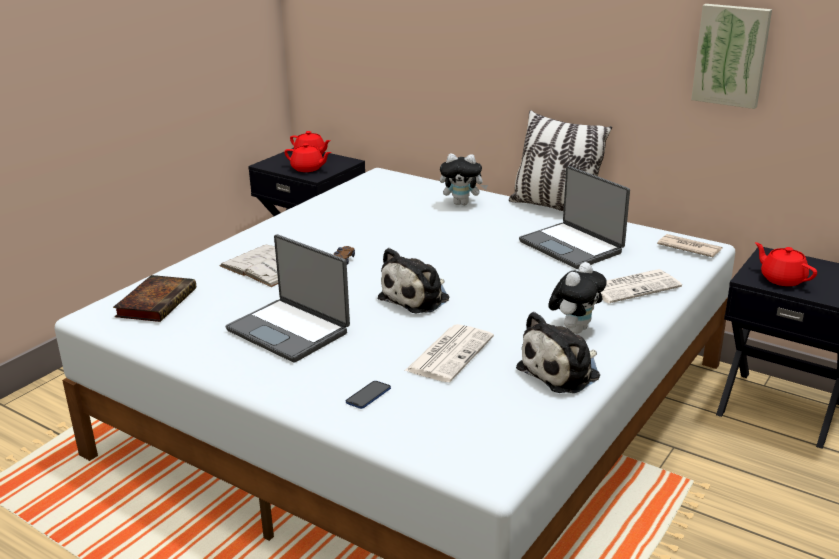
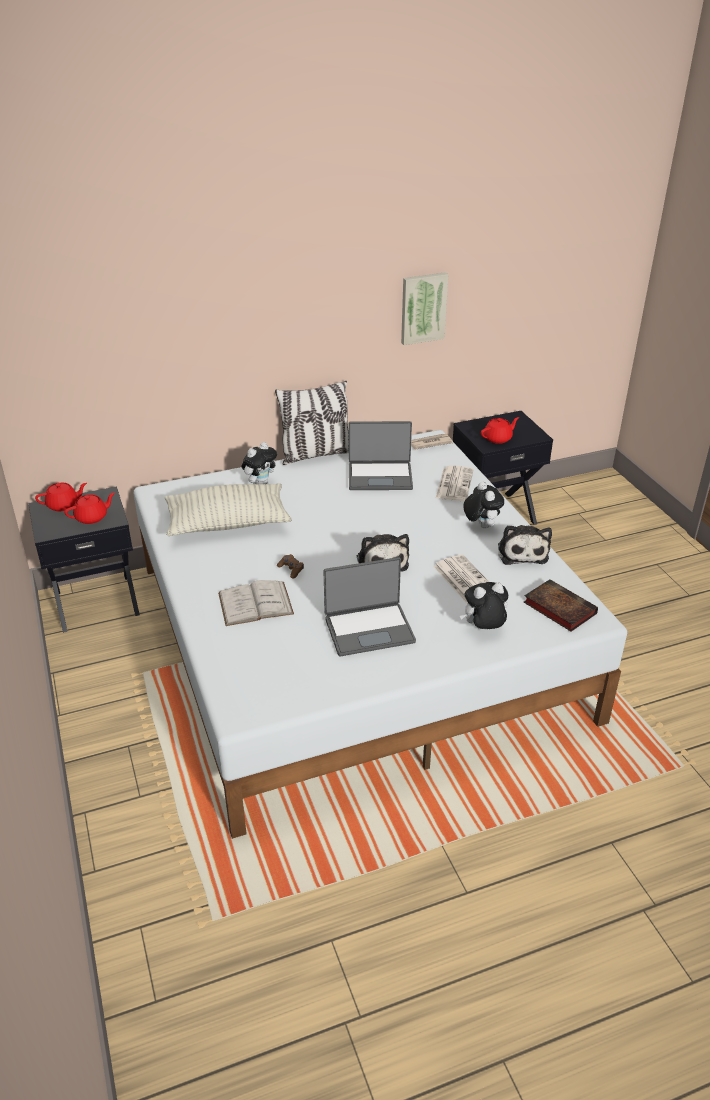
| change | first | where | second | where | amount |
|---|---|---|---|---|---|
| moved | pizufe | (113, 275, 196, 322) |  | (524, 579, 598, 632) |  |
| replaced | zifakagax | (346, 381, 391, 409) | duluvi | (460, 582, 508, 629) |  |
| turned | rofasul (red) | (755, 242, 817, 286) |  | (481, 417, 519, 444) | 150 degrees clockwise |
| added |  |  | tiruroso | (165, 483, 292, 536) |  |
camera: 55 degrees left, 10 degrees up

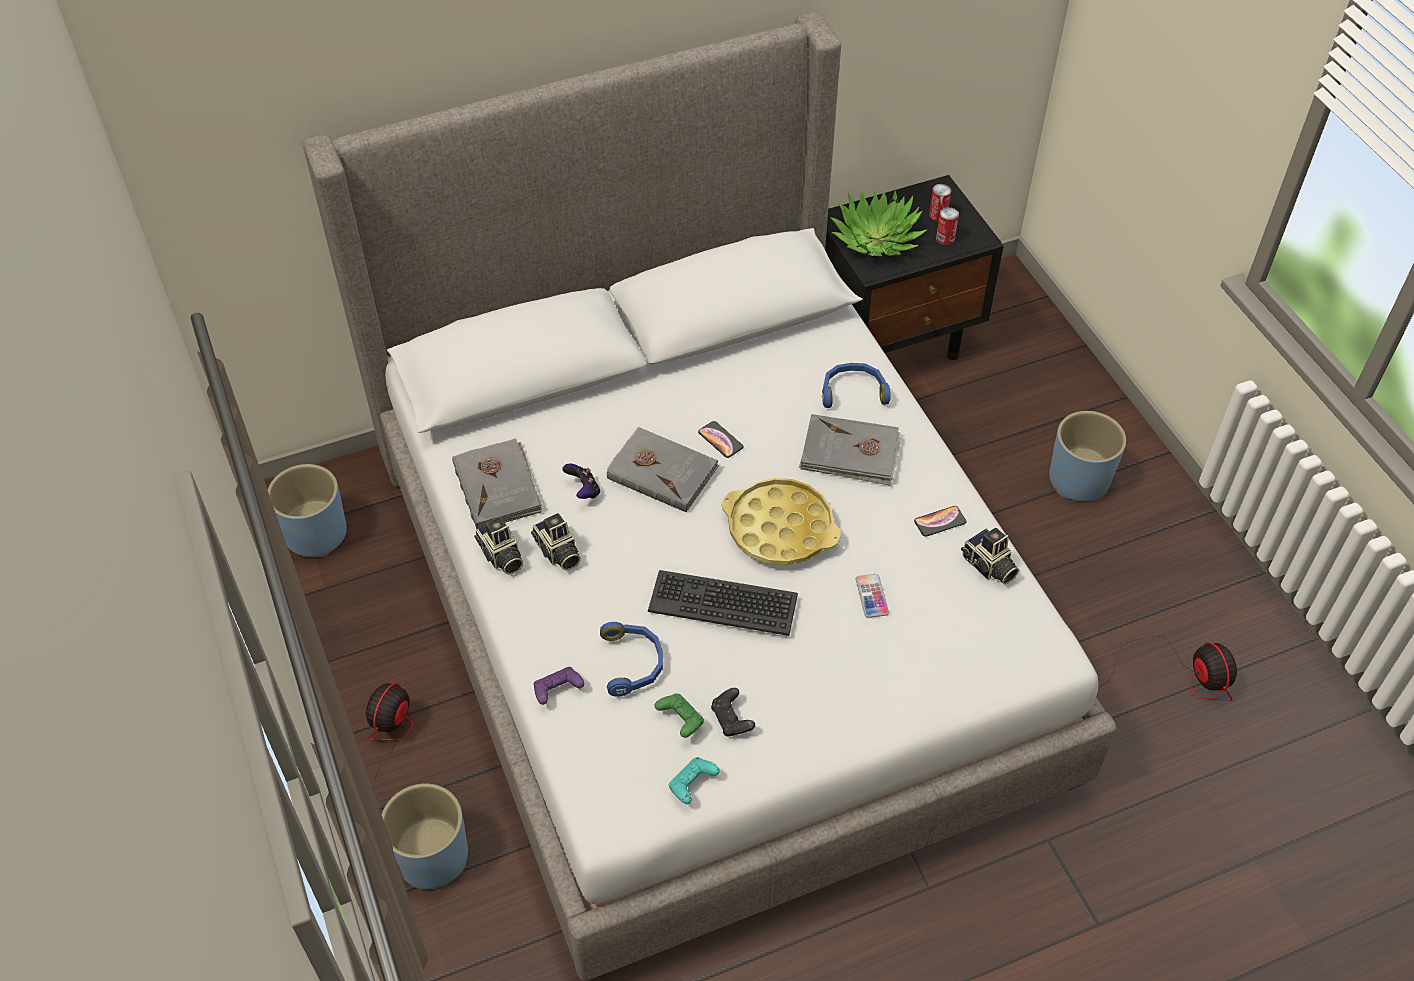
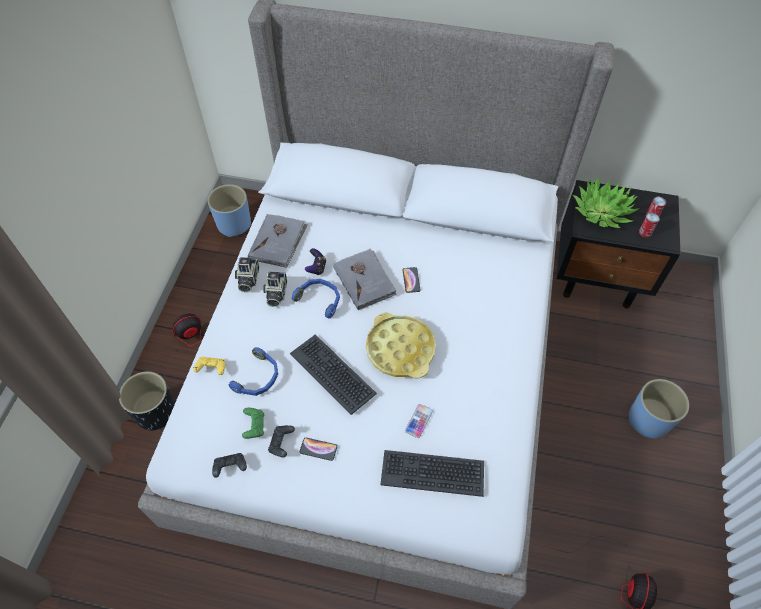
| change | first | where | second | where | amount |
|---|---|---|---|---|---|
| recoloured | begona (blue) | (382, 783, 468, 889) | begona (black) | (119, 371, 175, 430) |  |
| recoloured | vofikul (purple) | (534, 667, 584, 705) | vofikul (yellow) | (193, 357, 225, 375) |  |
| recoloured | vofikul (turquoise) | (669, 757, 720, 804) | vofikul (black) | (212, 453, 247, 477) |  |
| removed | pizufe (grey) | (799, 414, 901, 486) |  |  |  |
| moved | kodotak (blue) | (822, 363, 891, 408) |  | (292, 279, 340, 318) |  |
| moved | zifakagax | (914, 506, 966, 537) |  | (300, 438, 337, 461) |  |
| removed | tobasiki | (961, 527, 1019, 585) |  |  |  |
| added |  |  | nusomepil | (380, 450, 484, 497) |  |
camera: 35 degrees right, 5 degrees up

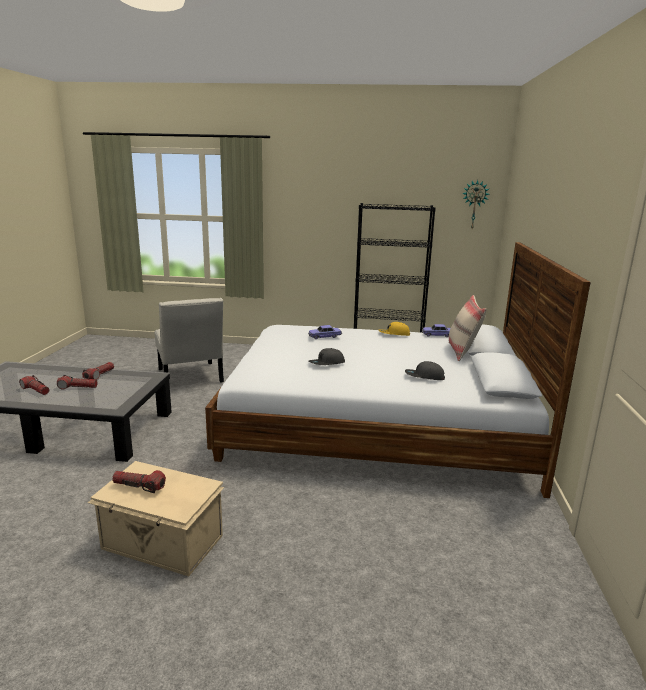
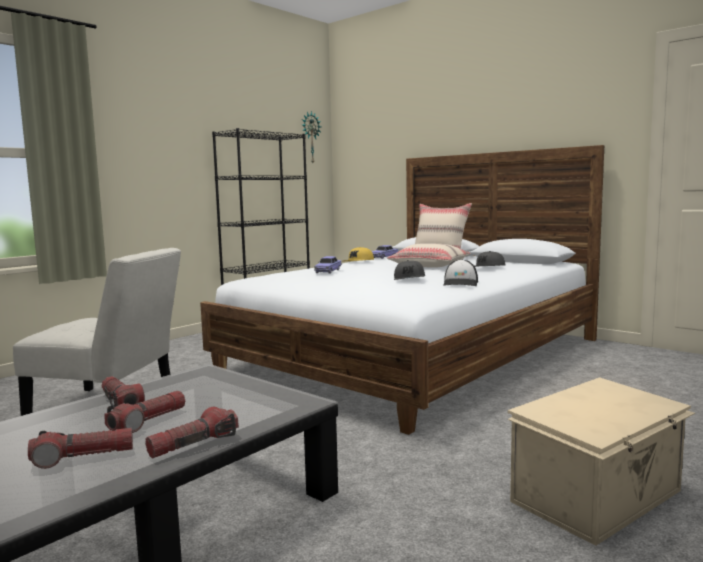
| change | first | where | second | where | amount |
|---|---|---|---|---|---|
| moved | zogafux | (112, 470, 166, 493) |  | (145, 407, 239, 458) |  |
| added |  |  | tiruroso (beige) | (387, 243, 471, 268) |  |
| added |  |  | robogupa | (443, 259, 478, 286) |  |
camera: 55 degrees left, 10 degrees down

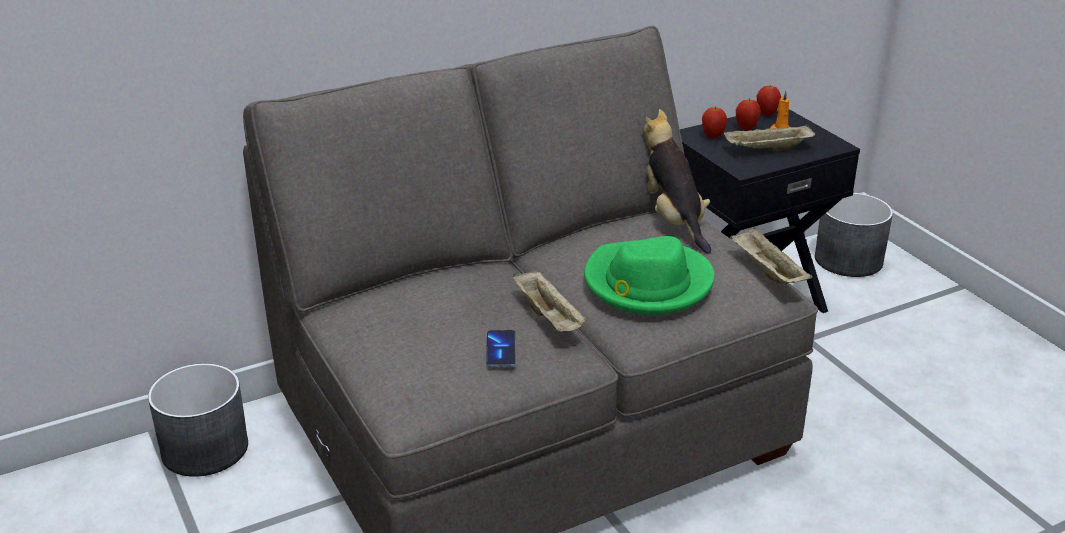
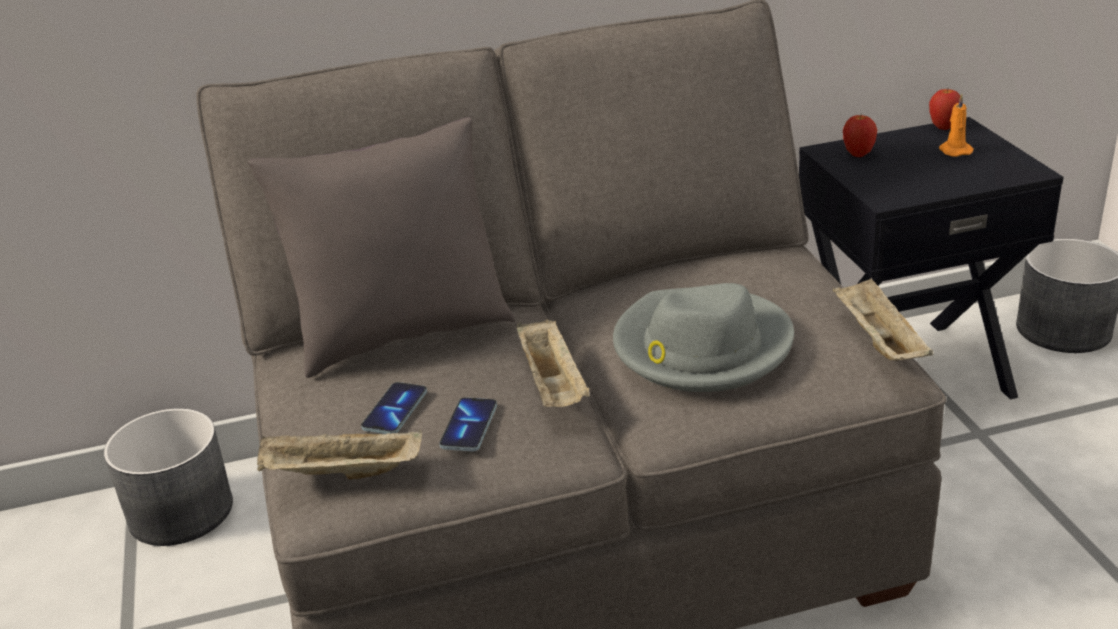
| change | first | where | second | where | amount |
|---|---|---|---|---|---|
| recoloured | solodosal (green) | (584, 236, 714, 315) | solodosal (grey) | (613, 283, 794, 392) |  |
| removed | duluvi | (644, 109, 711, 254) |  |  |  |
| moved | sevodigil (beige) | (724, 124, 815, 152) |  | (257, 430, 422, 479) |  |
| removed | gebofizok | (736, 99, 761, 130) |  |  |  |
| added |  |  | tiruroso (grey) | (248, 117, 515, 378) |  |
| added |  |  | zifakagax | (361, 382, 427, 434) |  |
camera: 15 degrees right, 0 degrees up

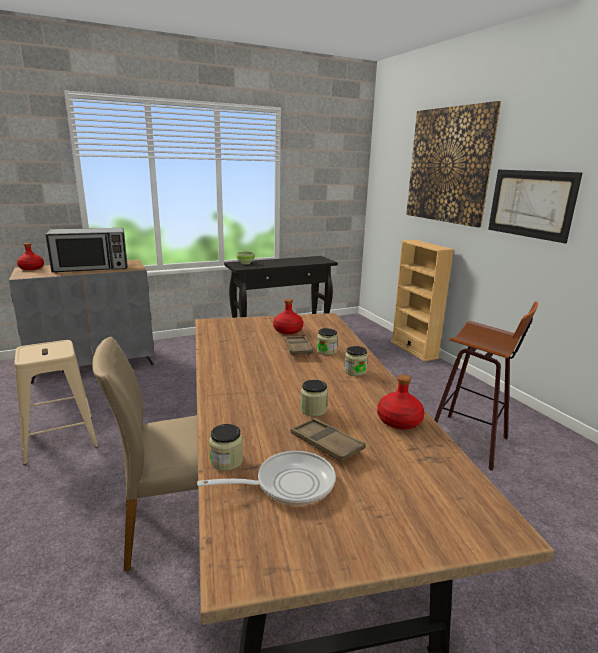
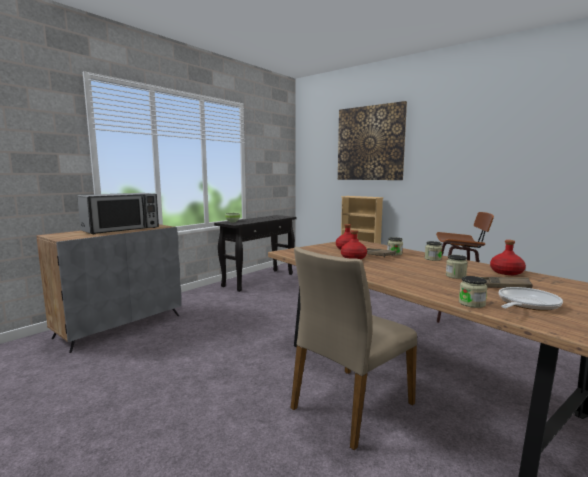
| change | first | where | second | where | amount |
|---|---|---|---|---|---|
| removed | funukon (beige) | (14, 340, 98, 465) |  |  |  |
| moved | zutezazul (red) | (17, 243, 44, 270) |  | (341, 230, 367, 259) |  |
| removed | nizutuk | (488, 170, 583, 244) |  |  |  |
camera: 25 degrees left, 10 degrees down

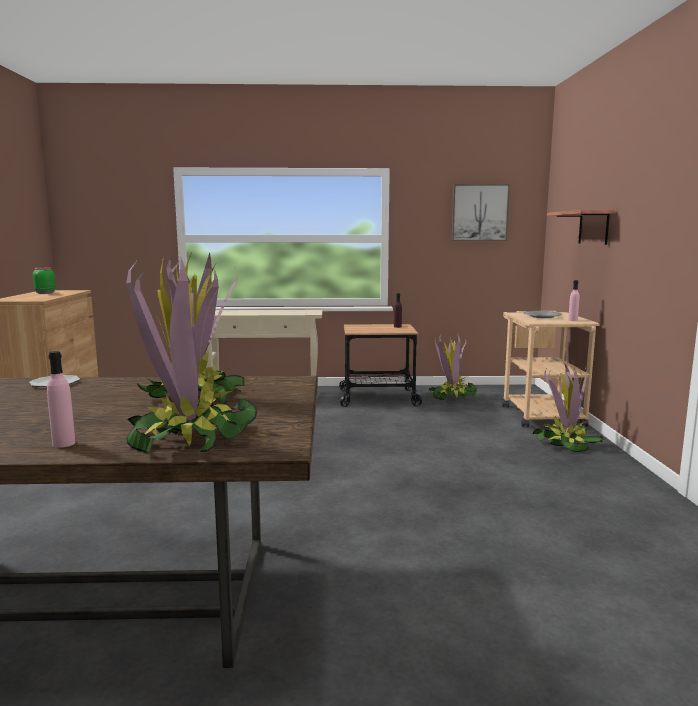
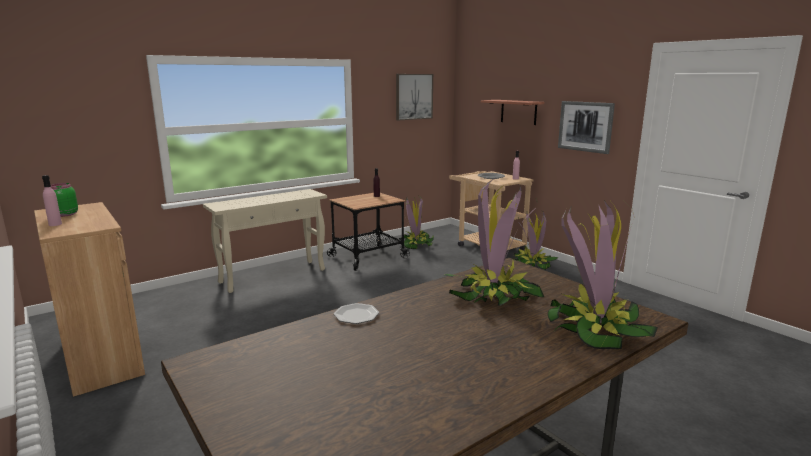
| change | first | where | second | where | amount |
|---|---|---|---|---|---|
| moved | zutezazul (pink) | (47, 351, 75, 448) |  | (42, 175, 62, 226) |  |
| added |  |  | nizutuk | (558, 101, 615, 154) |  |
camera: 35 degrees left, 5 degrees up

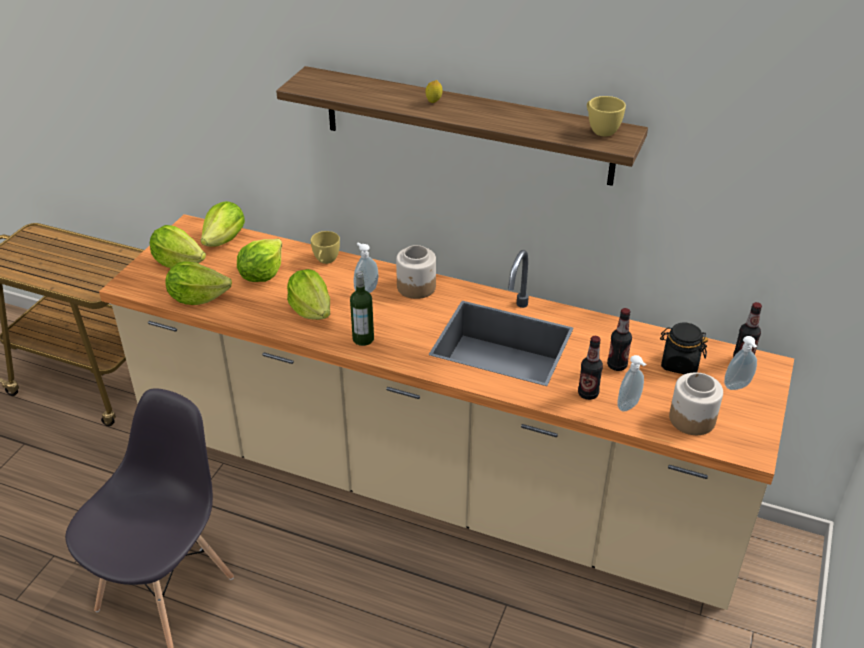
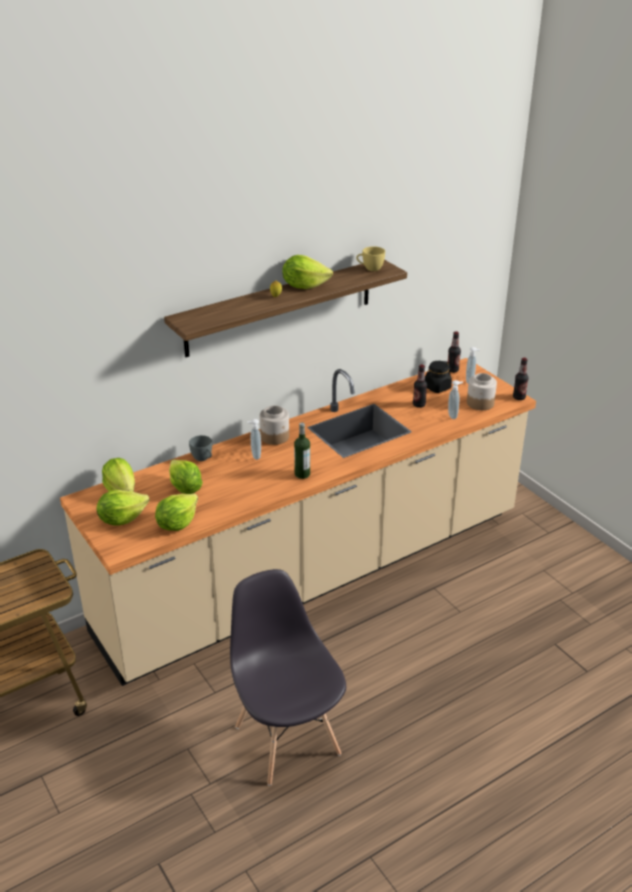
| change | first | where | second | where | amount |
|---|---|---|---|---|---|
| moved | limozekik | (287, 269, 330, 320) |  | (282, 255, 333, 289) |  |
| recoloured | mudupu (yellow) | (311, 231, 340, 264) | mudupu (grey) | (189, 435, 212, 461) |  |
| moved | zutezazul | (578, 336, 603, 400) |  | (513, 358, 529, 400) |  |
camera: 55 degrees left, 5 degrees down

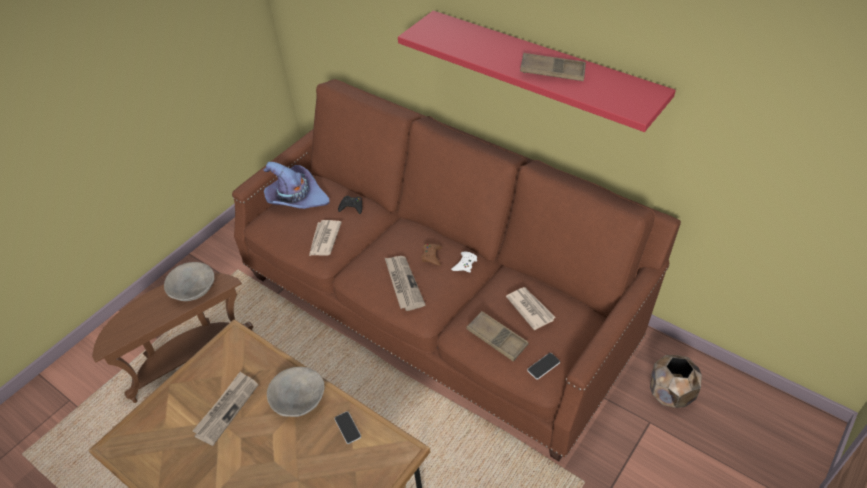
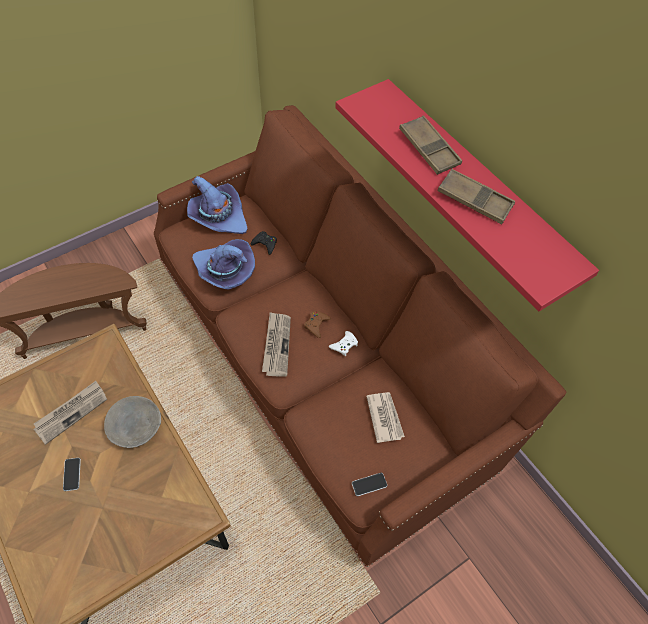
| change | first | where | second | where | amount |
|---|---|---|---|---|---|
| removed | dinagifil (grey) | (164, 262, 214, 301) |  |  |  |
| replaced | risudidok | (309, 220, 342, 256) | solodosal (purple) | (192, 239, 255, 289) |  |
| moved | zifakagax | (334, 411, 361, 444) |  | (63, 458, 81, 491) |  |
| moved | sevodigil (brown) | (466, 311, 529, 362) |  | (399, 115, 462, 175) |  |
| removed | begona (brown) | (650, 355, 702, 408) |  |  |  |
camera: 15 degrees right, 10 degrees up

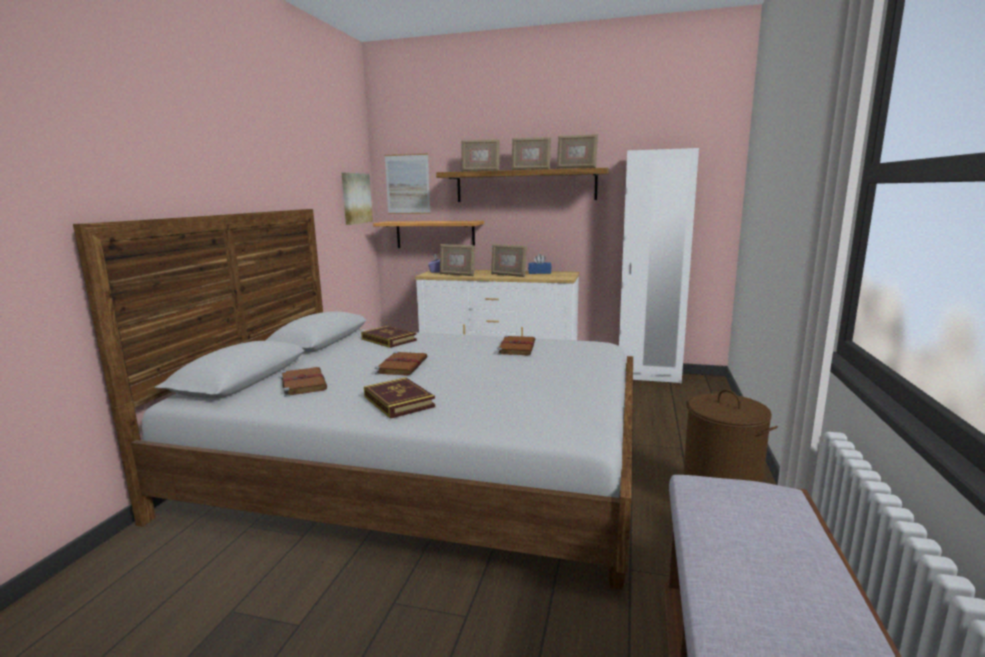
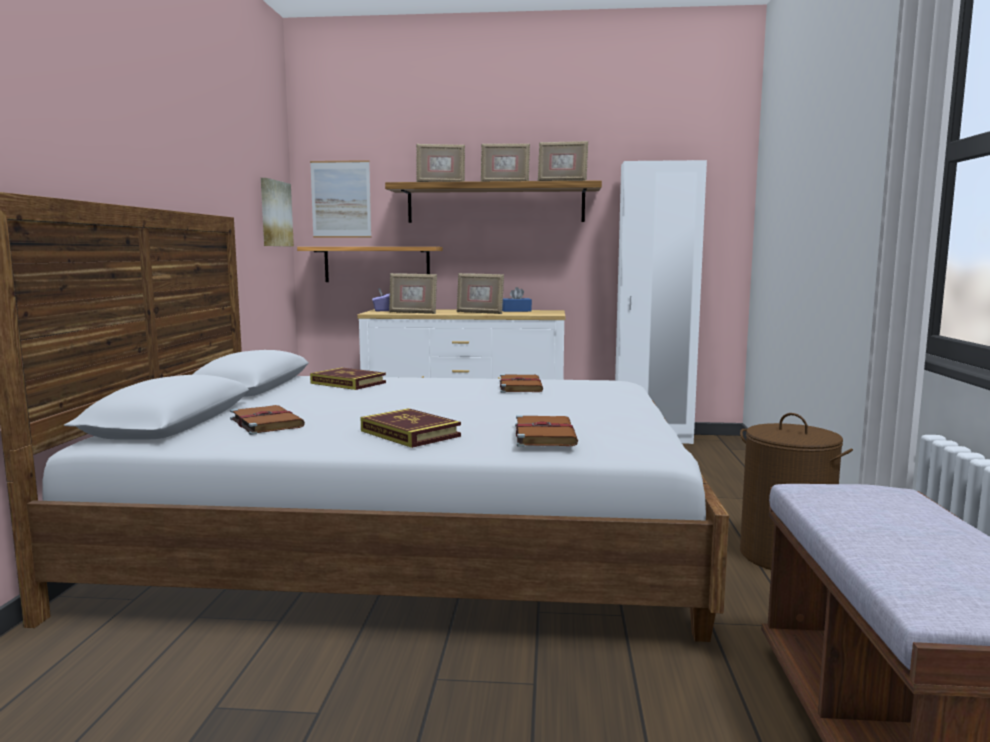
| change | first | where | second | where | amount |
|---|---|---|---|---|---|
| moved | pizufe (brown) | (375, 352, 427, 376) |  | (515, 415, 578, 447) |  |
camera: 10 degrees left, 5 degrees down

